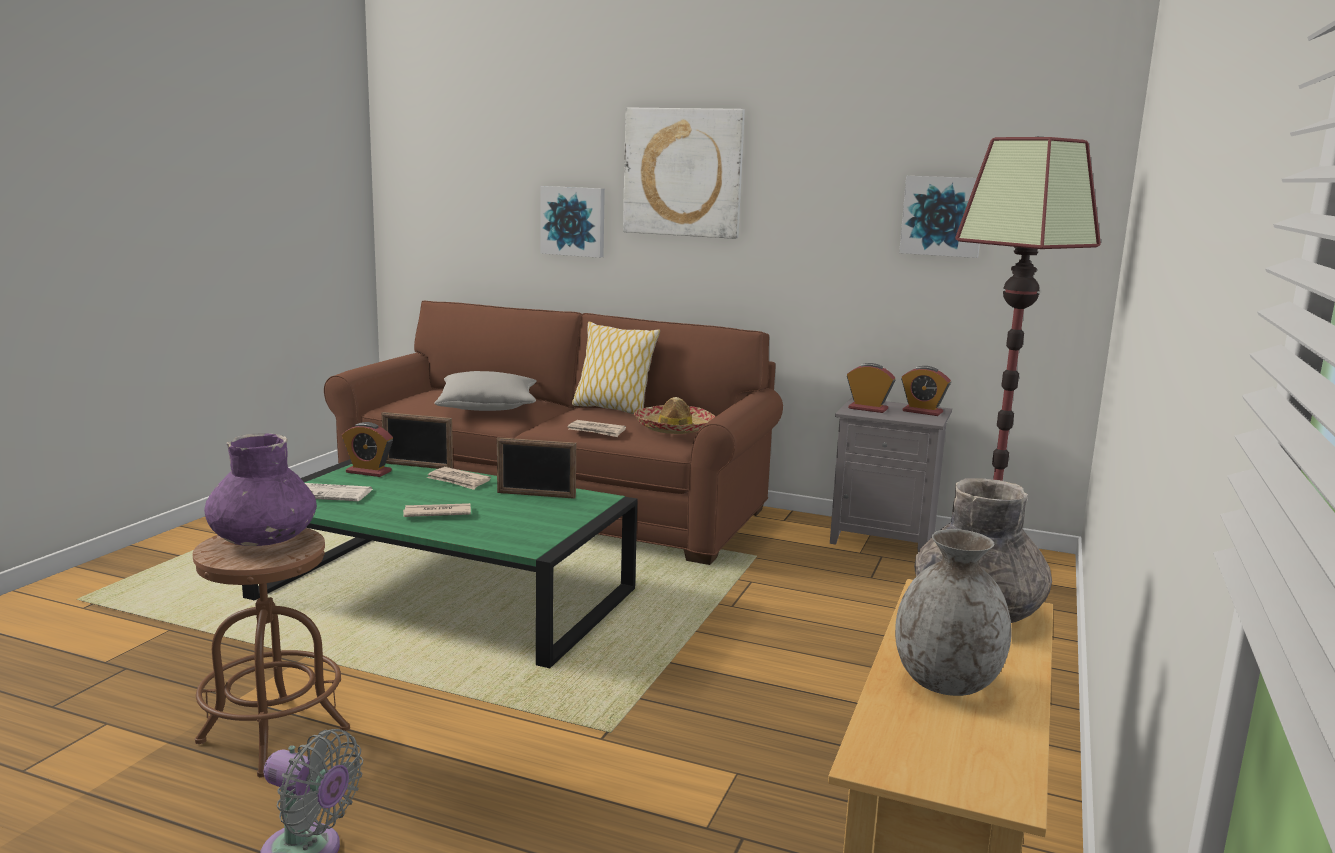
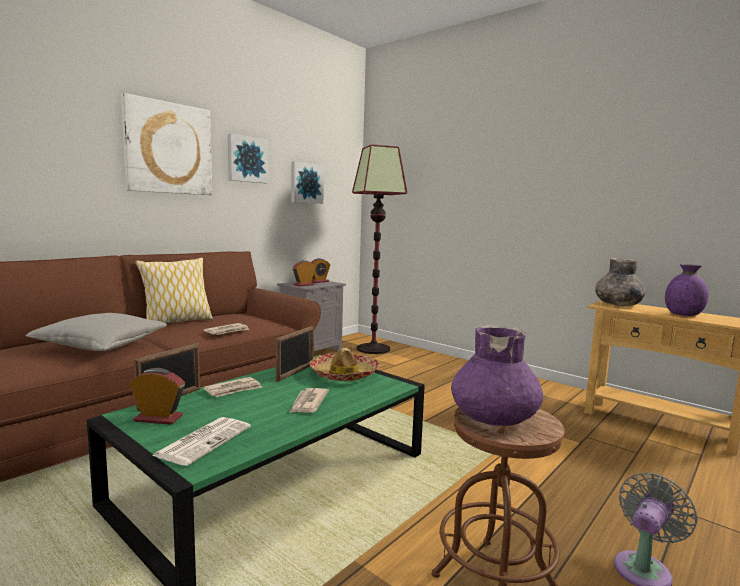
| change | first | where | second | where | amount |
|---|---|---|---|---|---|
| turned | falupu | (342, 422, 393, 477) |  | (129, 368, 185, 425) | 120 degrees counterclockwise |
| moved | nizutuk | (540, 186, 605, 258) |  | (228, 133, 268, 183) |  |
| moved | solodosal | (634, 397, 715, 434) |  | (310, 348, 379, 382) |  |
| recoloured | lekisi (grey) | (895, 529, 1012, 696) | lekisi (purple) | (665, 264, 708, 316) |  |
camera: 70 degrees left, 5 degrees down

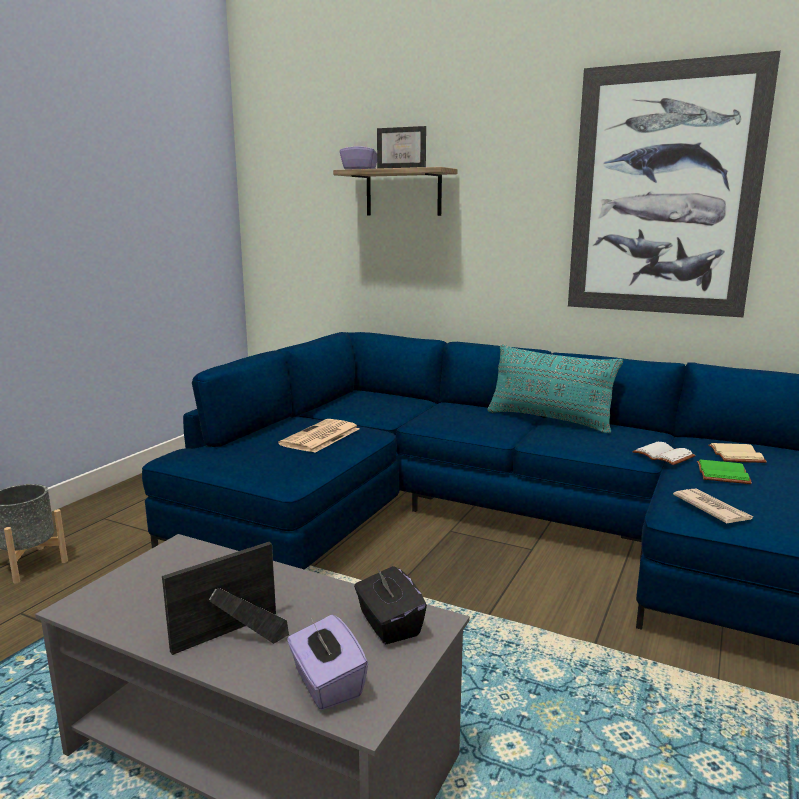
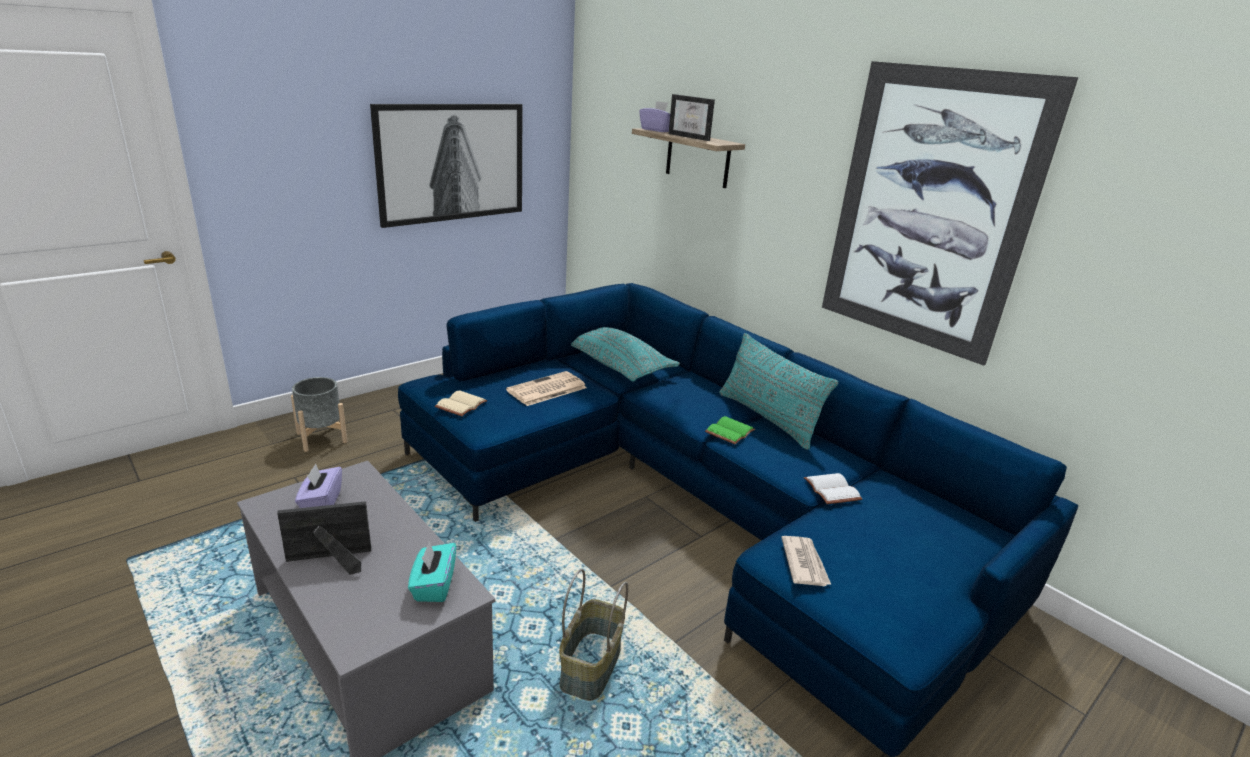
| change | first | where | second | where | amount |
|---|---|---|---|---|---|
| moved | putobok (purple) | (287, 615, 368, 710) |  | (295, 463, 342, 508) |  |
| recoloured | putobok (black) | (354, 566, 427, 644) | putobok (turquoise) | (408, 541, 456, 602) |  |
| moved | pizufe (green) | (697, 459, 752, 484) |  | (705, 416, 755, 445) |  |
| moved | pizufe (beige) | (708, 443, 767, 463) |  | (435, 390, 488, 416) |  |
| added |  |  | nizutuk | (370, 104, 522, 228) |  |
| added |  |  | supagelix | (559, 569, 628, 701) |  |
| added |  |  | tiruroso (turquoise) | (571, 327, 680, 381) |  |
camera: 20 degrees right, 10 degrees up

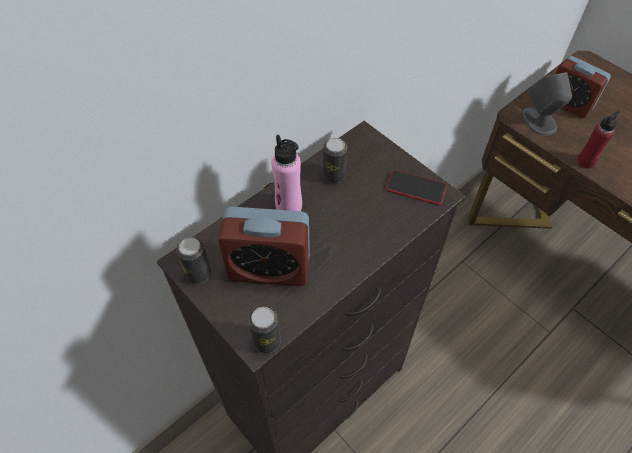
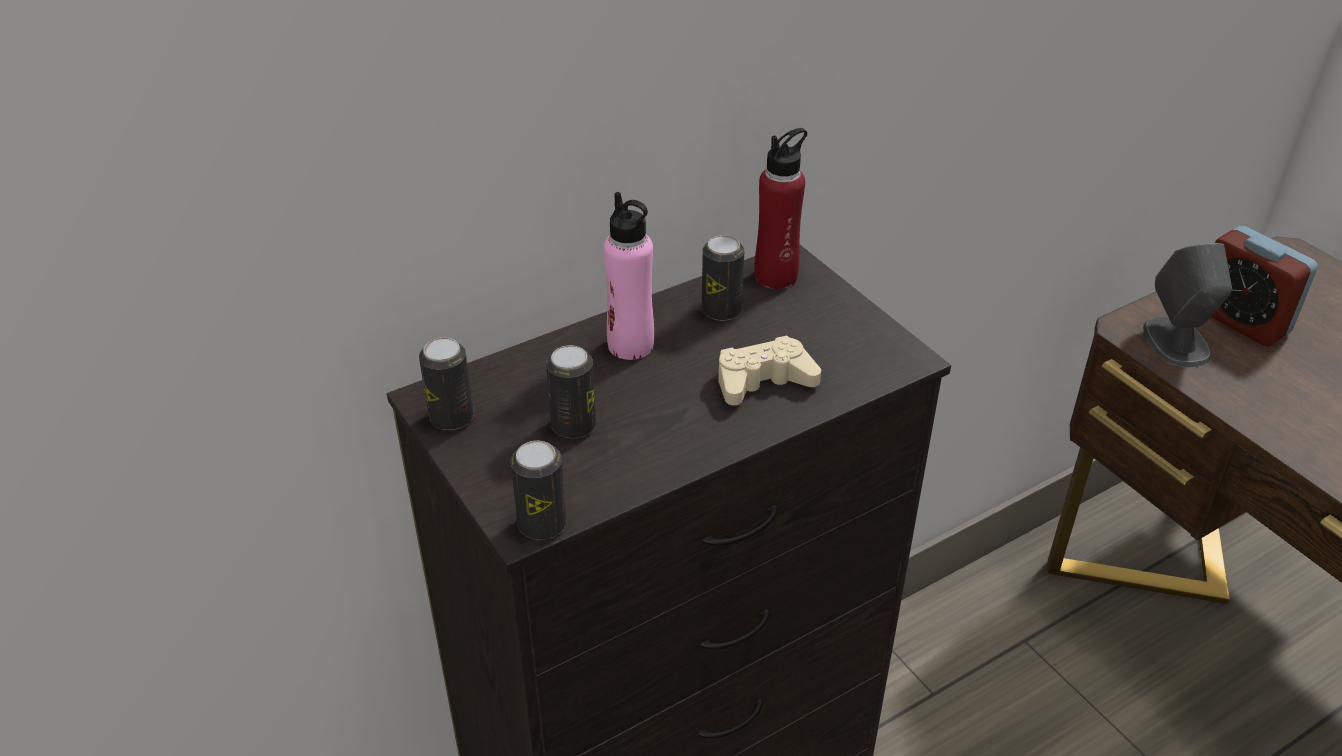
| change | first | where | second | where | amount |
|---|---|---|---|---|---|
| replaced | falupu | (218, 207, 310, 286) | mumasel | (546, 345, 596, 438) |  |
| removed | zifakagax | (386, 170, 447, 205) |  |  |  |
| moved | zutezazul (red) | (577, 111, 620, 168) |  | (755, 128, 807, 289) |  |
| added |  |  | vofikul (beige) | (718, 335, 821, 405) |  |
camera: 10 degrees right, 15 degrees down

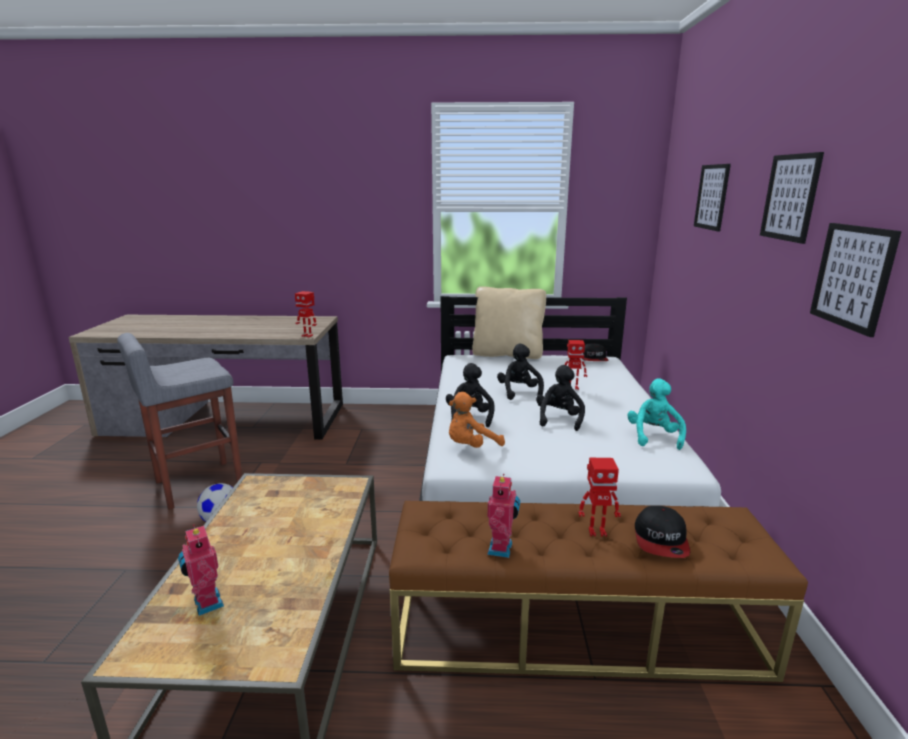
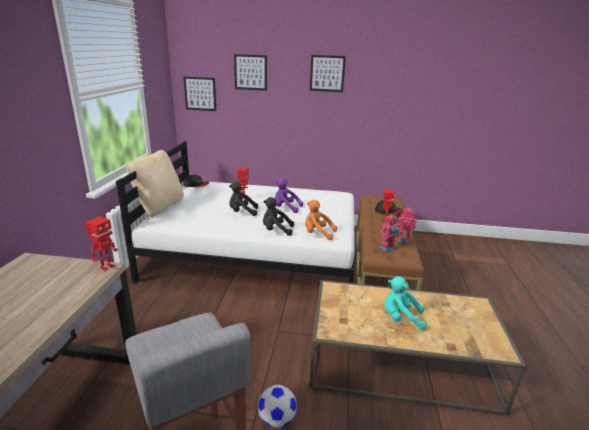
| change | first | where | second | where | amount |
|---|---|---|---|---|---|
| moved | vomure | (178, 525, 224, 616) |  | (380, 215, 399, 252) |  |
| turned | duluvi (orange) | (449, 392, 505, 448) |  | (305, 200, 337, 240) | 135 degrees clockwise |
| recoloured | duluvi (black) | (536, 365, 585, 431) | duluvi (purple) | (275, 178, 303, 213) |  |
| moved | duluvi (turquoise) | (627, 378, 686, 450) |  | (384, 276, 427, 330) |  |
| moved | nizutuk | (810, 223, 902, 337) |  | (183, 77, 216, 111) |  |
camera: 85 degrees left, 5 degrees up

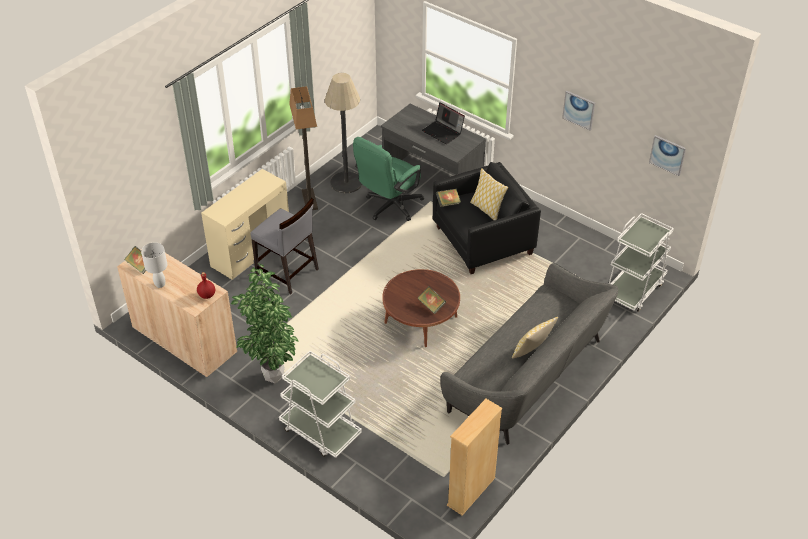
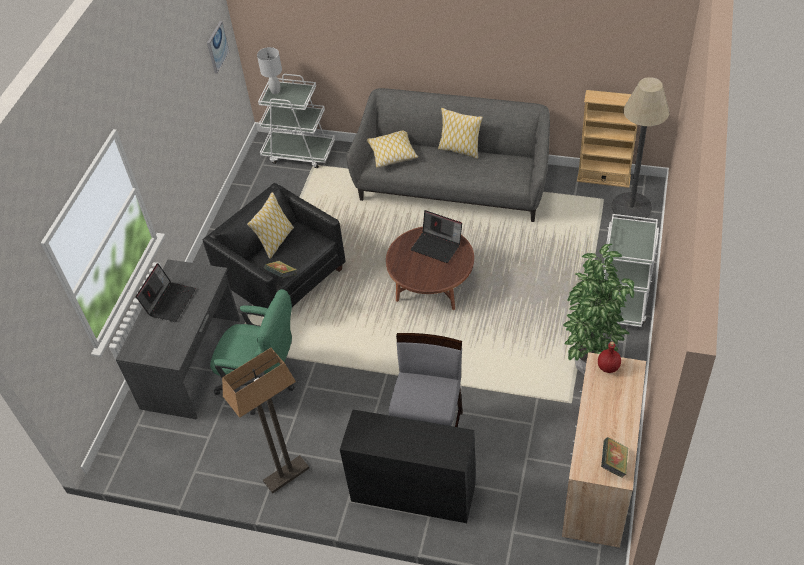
| change | first | where | second | where | amount |
|---|---|---|---|---|---|
| moved | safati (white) | (141, 243, 167, 288) |  | (257, 47, 282, 94) |  |
| recoloured | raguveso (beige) | (201, 169, 289, 280) | raguveso (black) | (340, 410, 476, 523) |  |
| moved | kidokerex | (325, 73, 362, 193) |  | (612, 77, 669, 221) |  |
| replaced | pizufe | (418, 286, 446, 314) | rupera | (411, 210, 462, 263) |  |
| removed | nizutuk | (562, 91, 595, 130) |  |  |  |
| added |  |  | tiruroso | (367, 131, 418, 168) |  |
camera: 110 degrees left, 5 degrees up

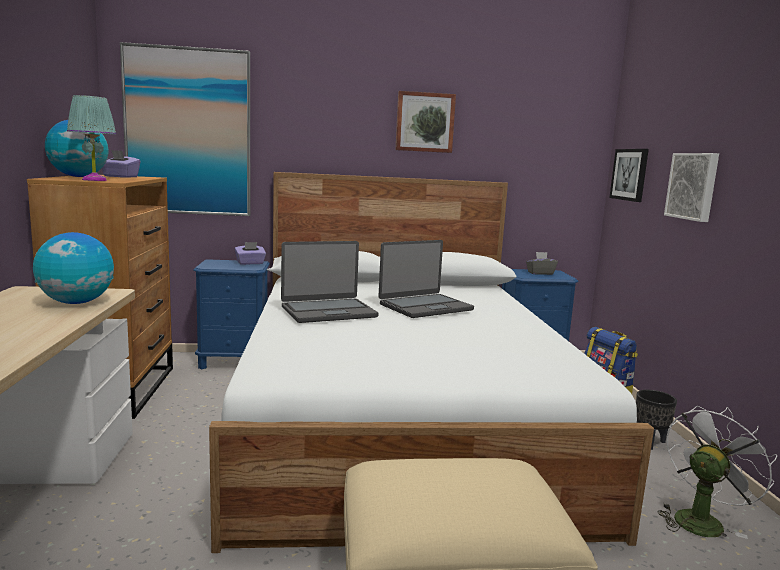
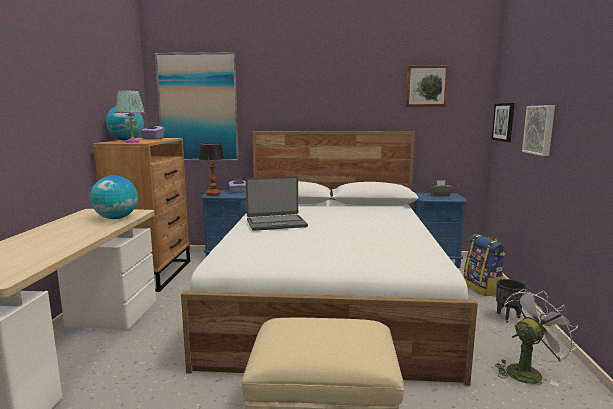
| change | first | where | second | where | amount |
|---|---|---|---|---|---|
| removed | rupera | (379, 240, 474, 318) |  |  |  |
| moved | nizutuk | (395, 91, 456, 153) |  | (405, 65, 449, 107) |  |
| added |  |  | safati | (199, 143, 224, 196) |  |
camera: 10 degrees right, 0 degrees up

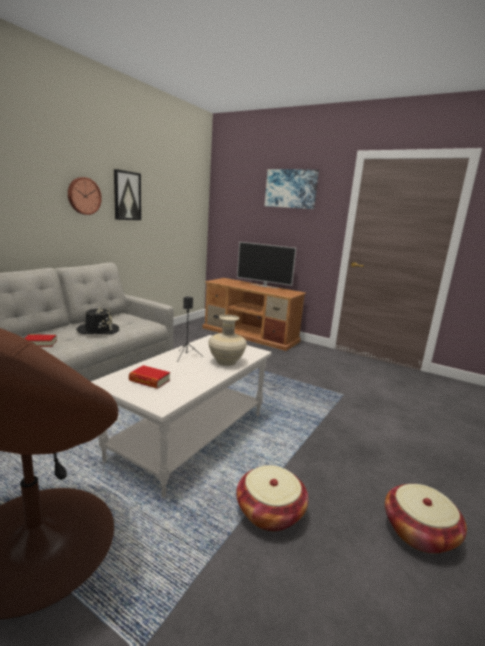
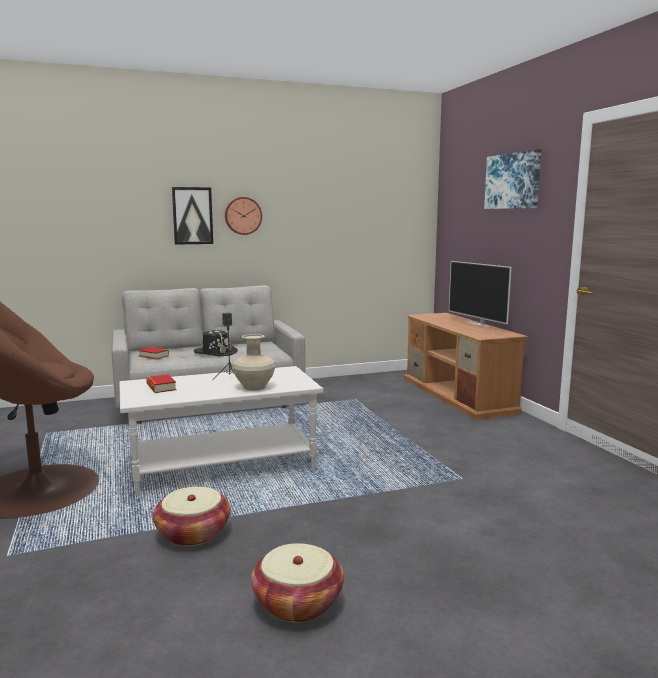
| change | first | where | second | where | amount |
|---|---|---|---|---|---|
| moved | nizutuk | (114, 169, 141, 220) |  | (172, 187, 213, 245) |  |
camera: 40 degrees right, 5 degrees down

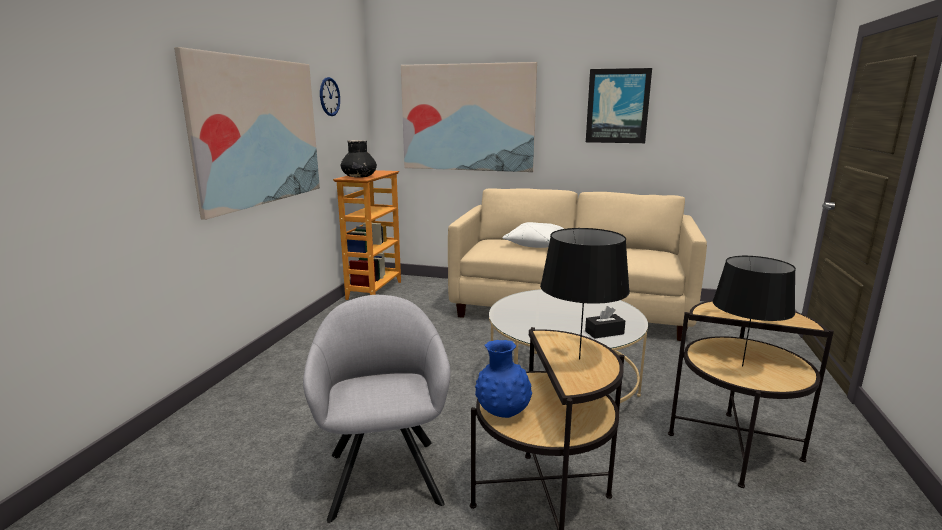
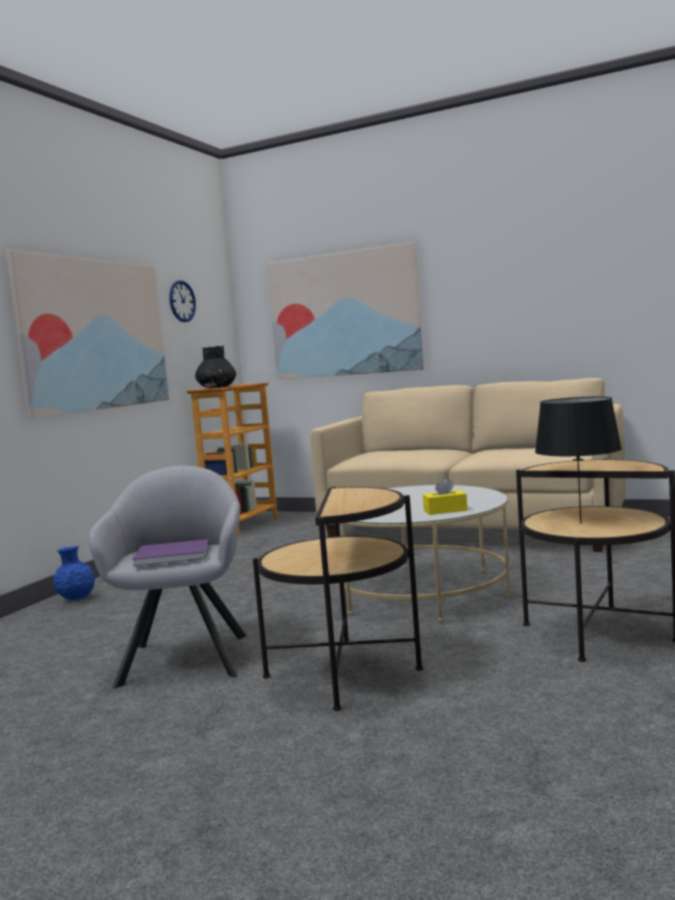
| change | first | where | second | where | amount |
|---|---|---|---|---|---|
| moved | lekisi (blue) | (475, 340, 532, 418) |  | (53, 546, 95, 600) |  |
| removed | tiruroso (white) | (502, 222, 564, 248) |  |  |  |
| removed | safati (black) | (540, 228, 630, 360) |  |  |  |
| recoloured | putobok (black) | (585, 306, 625, 339) | putobok (yellow) | (423, 478, 467, 515) |  |
| removed | nizutuk | (586, 68, 652, 143) |  |  |  |
| added |  |  | pizufe (purple) | (132, 539, 209, 566) |  |
camera: 10 degrees right, 10 degrees down

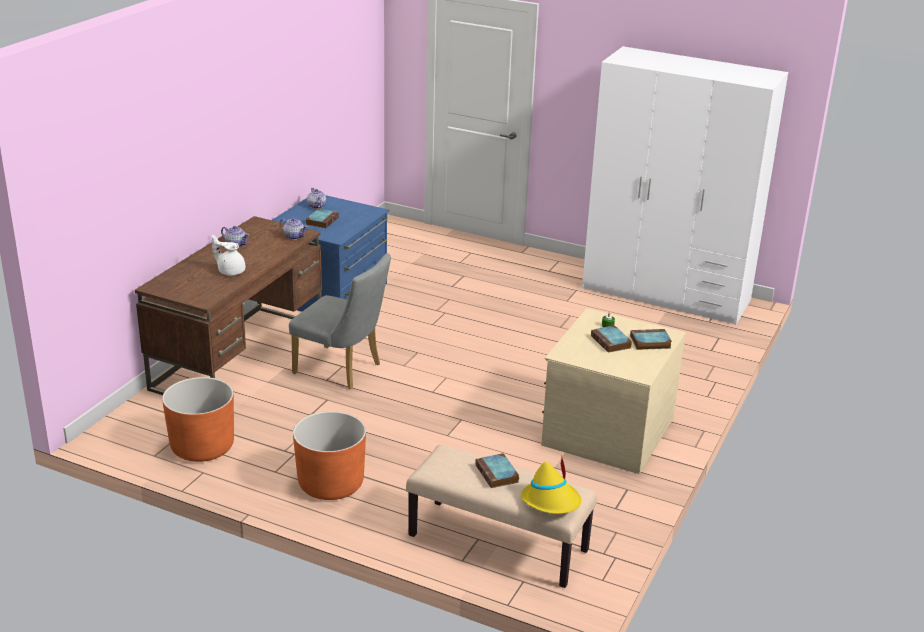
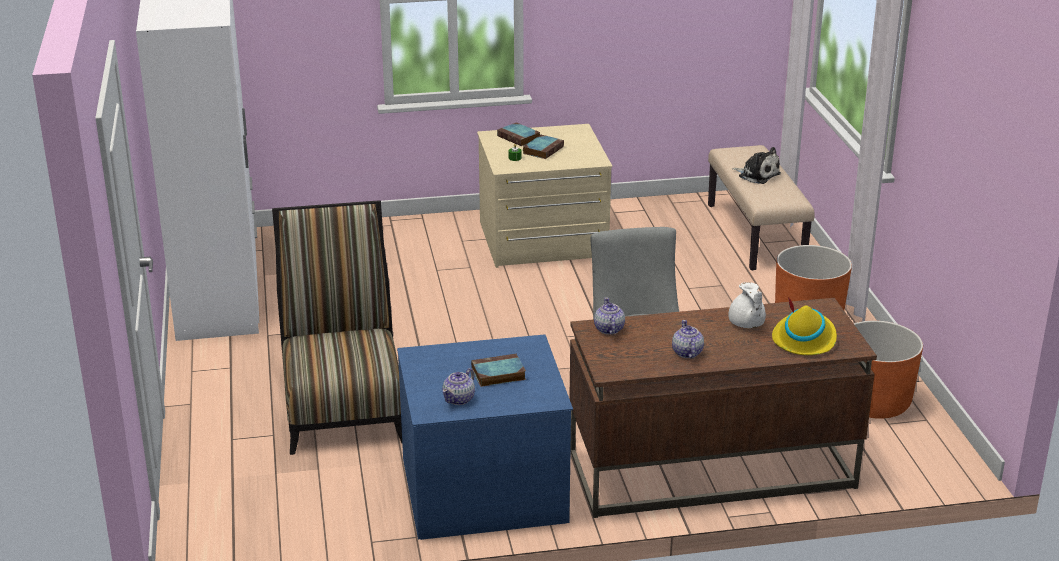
| change | first | where | second | where | amount |
|---|---|---|---|---|---|
| replaced | pizufe | (475, 453, 519, 488) | duluvi | (732, 147, 781, 184) |  |
| moved | solodosal (yellow) | (521, 454, 582, 514) |  | (772, 297, 837, 355) |  |
| added |  |  | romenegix | (272, 200, 402, 455) |  |
camera: 125 degrees left, 0 degrees up

